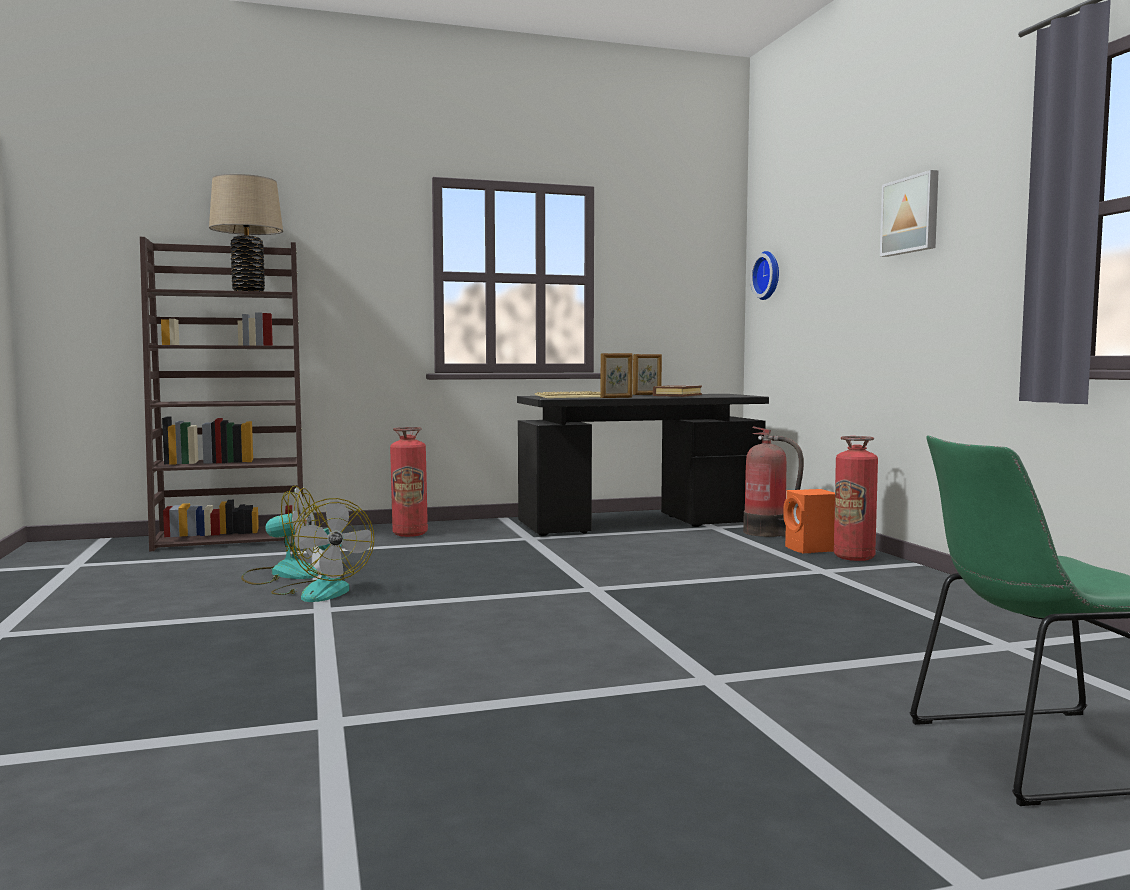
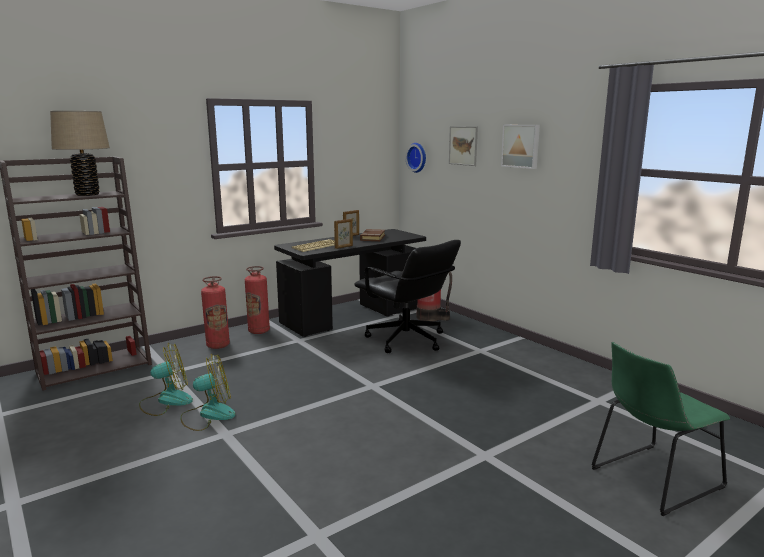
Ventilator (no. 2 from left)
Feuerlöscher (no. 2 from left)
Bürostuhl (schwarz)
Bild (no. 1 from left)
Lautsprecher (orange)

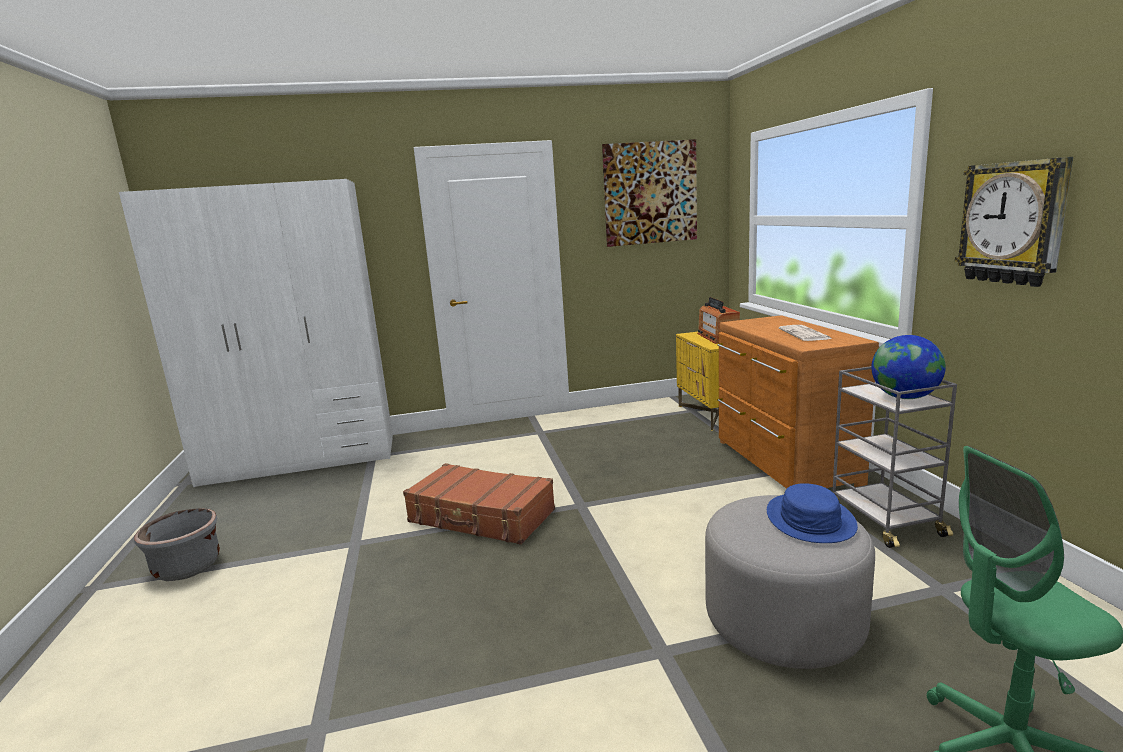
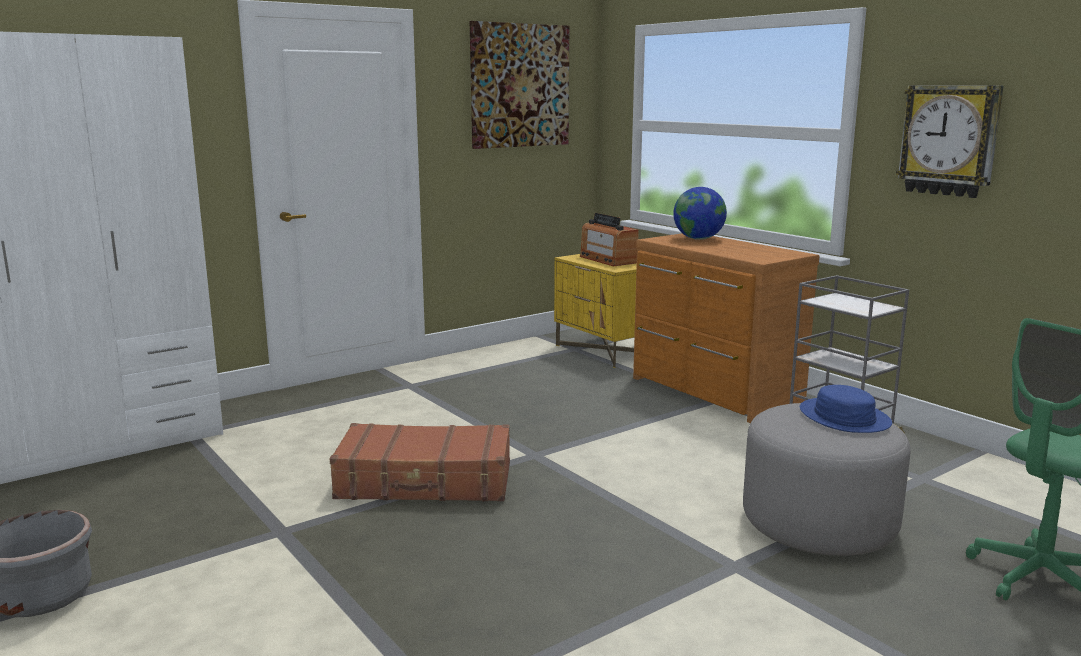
Globus
Zeitung

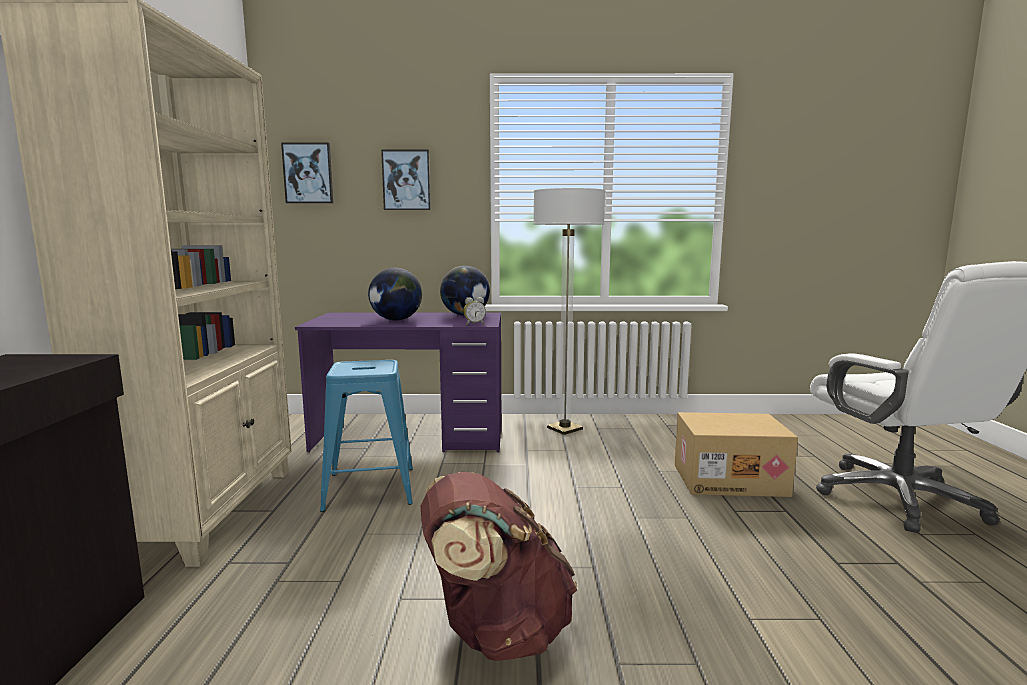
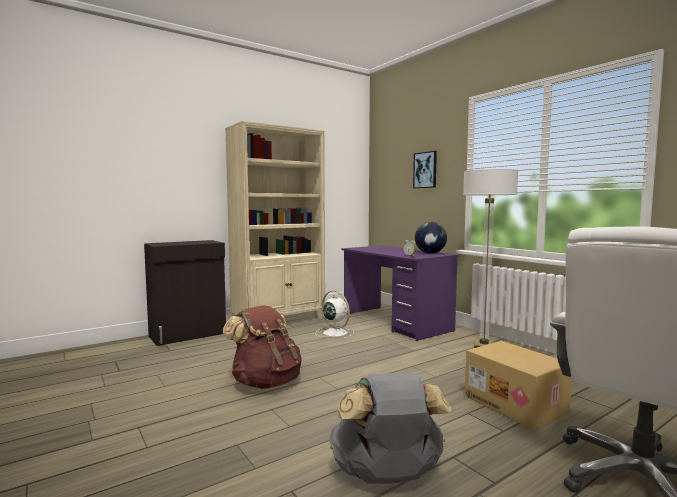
Ventilator (weiß)
Rucksack (grau)
Bild (no. 1 from left in the first image)
Globus (no. 1 from left in the first image)

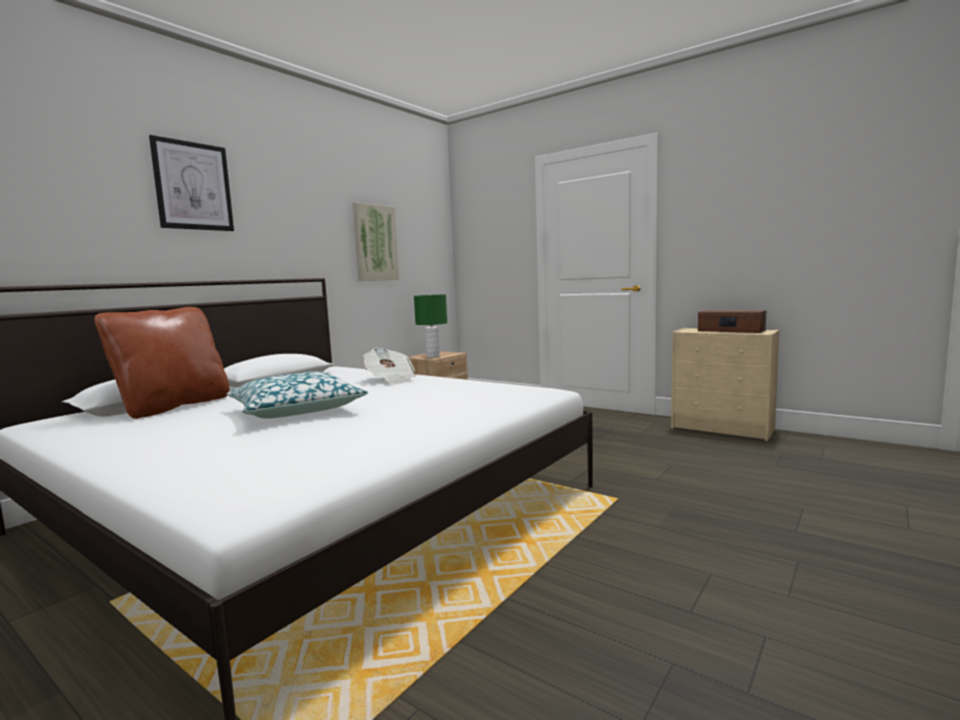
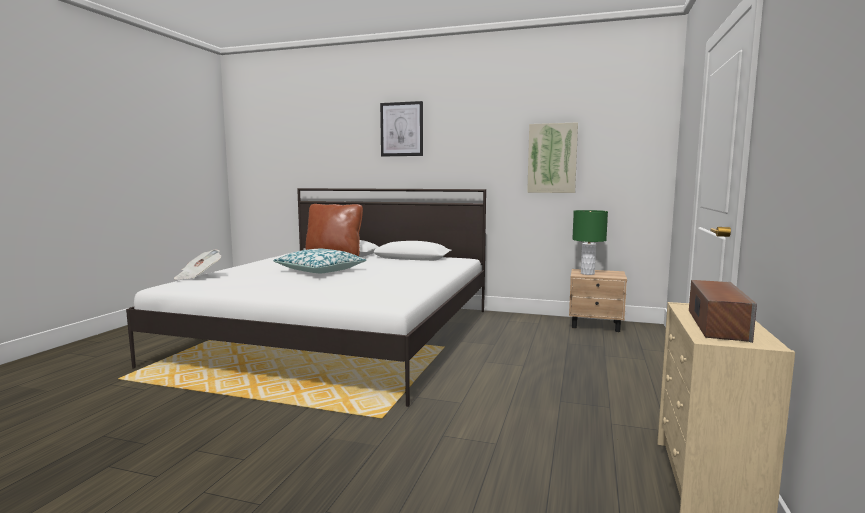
Zeitung

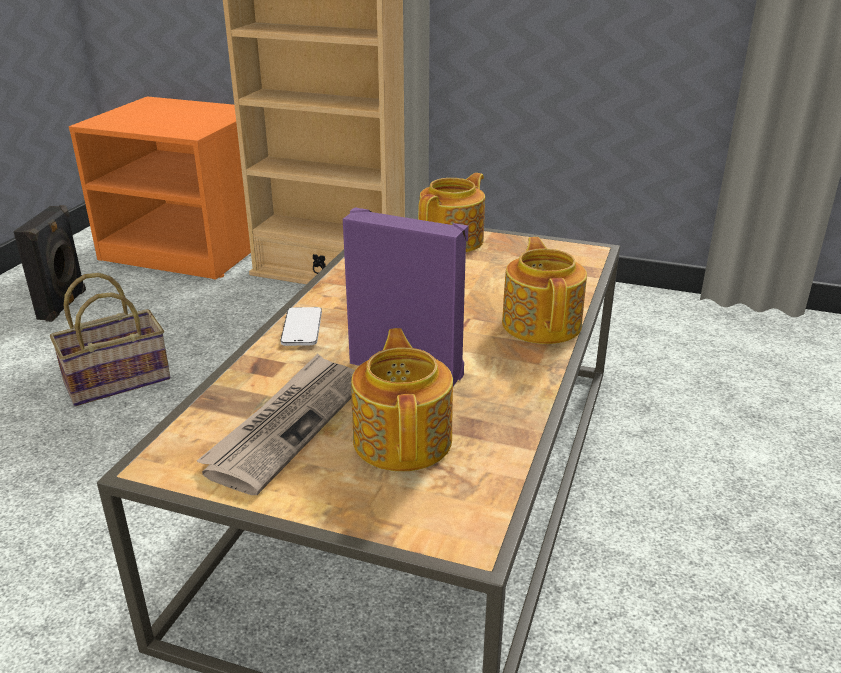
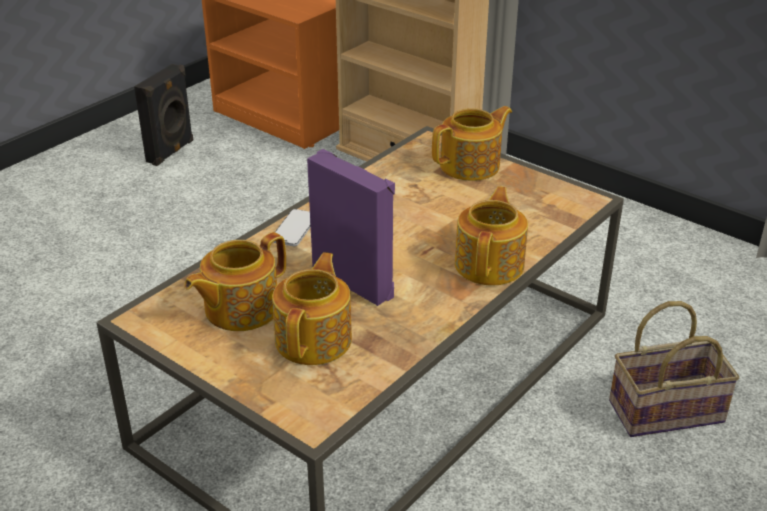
Teekanne (no. 1 from left)
Korb

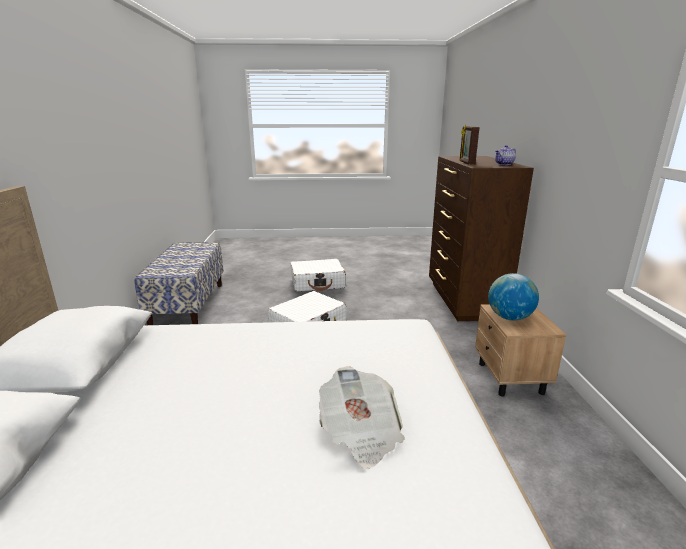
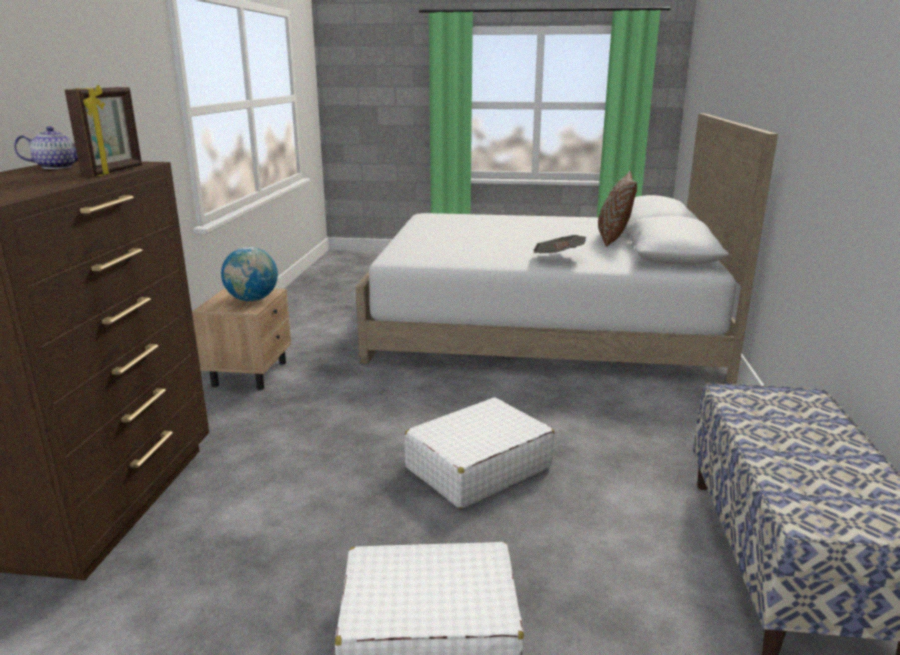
Zeitung
Kissen (braun)

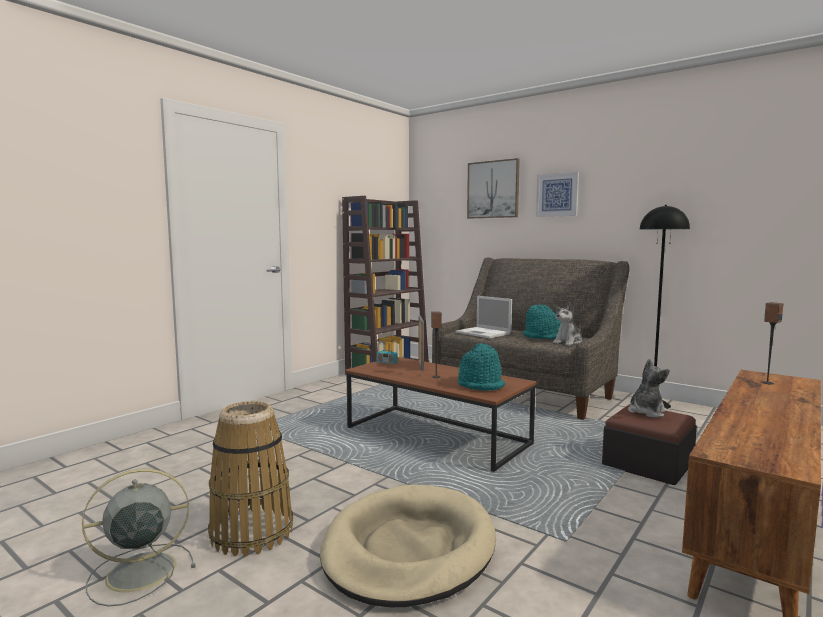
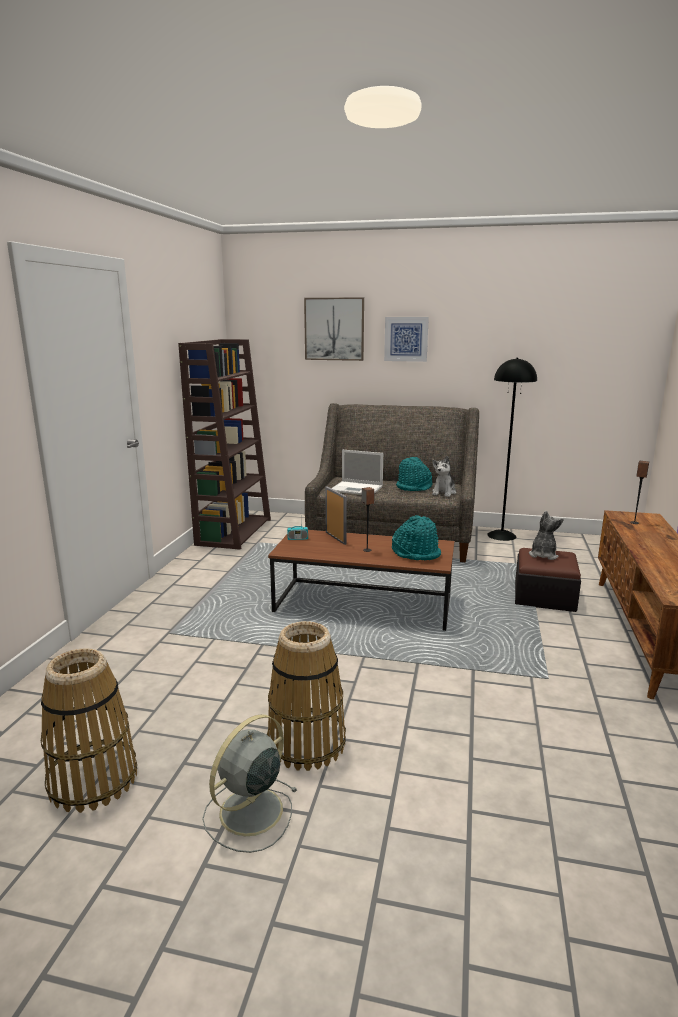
Korb (no. 1 from left)
Hundebett (beige)

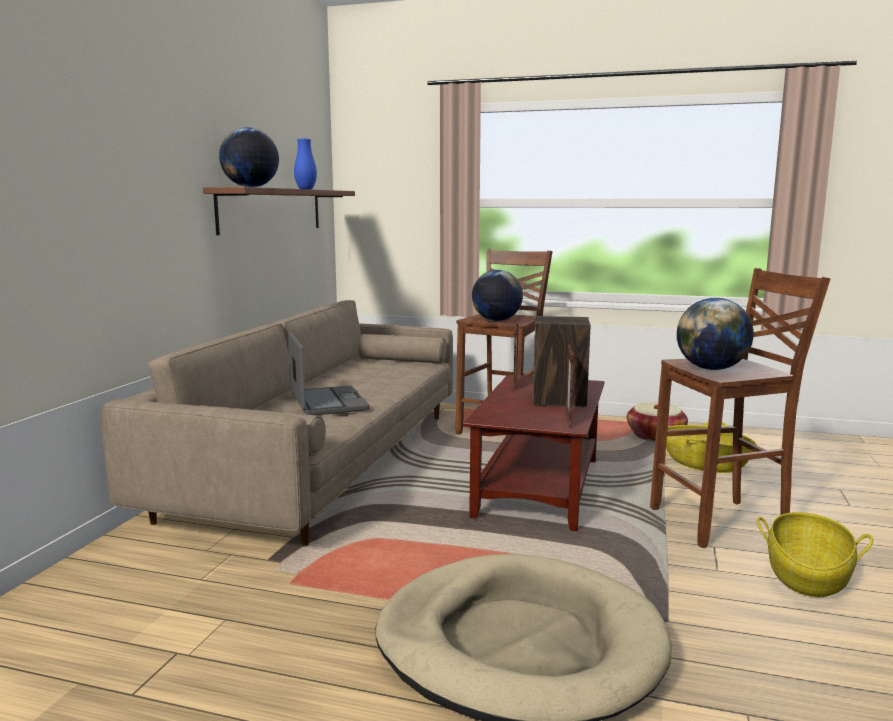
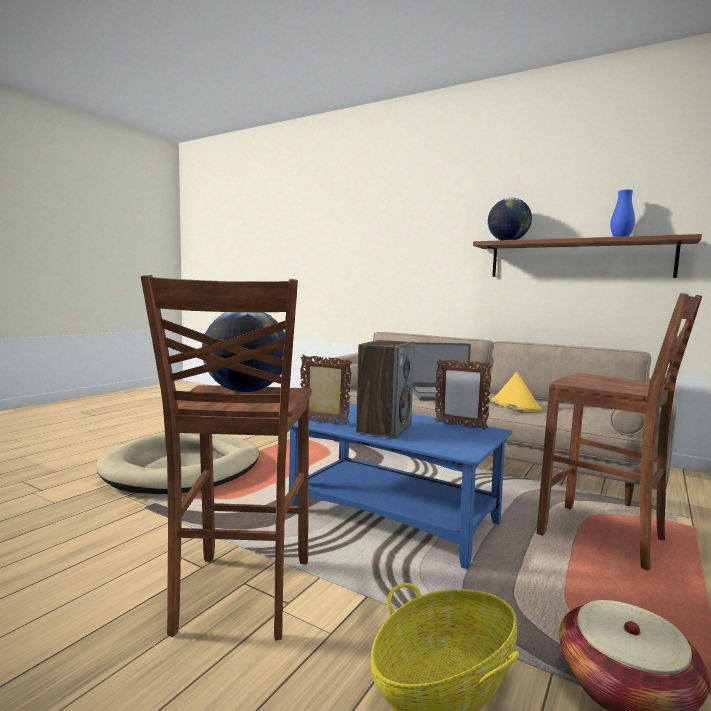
Couchtisch (blau)
Hut (gelb)
Globus (no. 2 from left in the first image)
Korb (no. 3 from left in the first image)

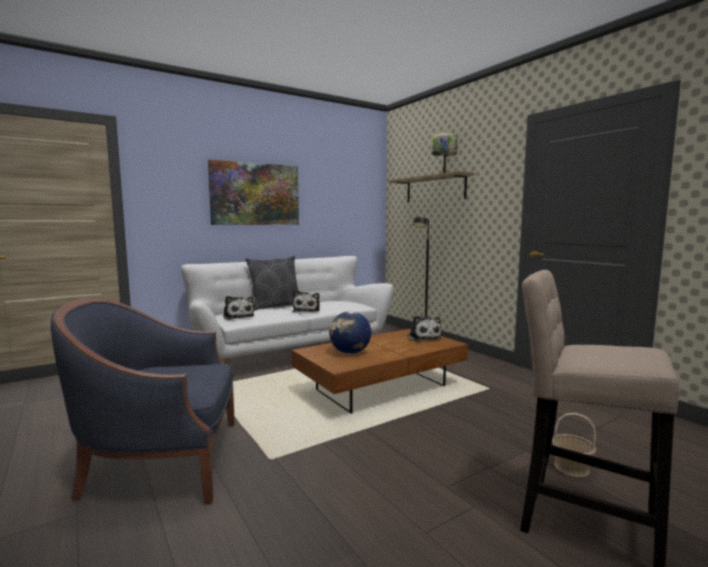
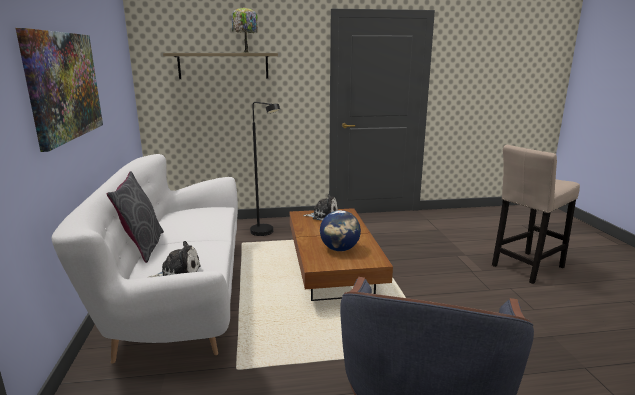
Plüschtier (no. 2 from left in the first image)
Korb

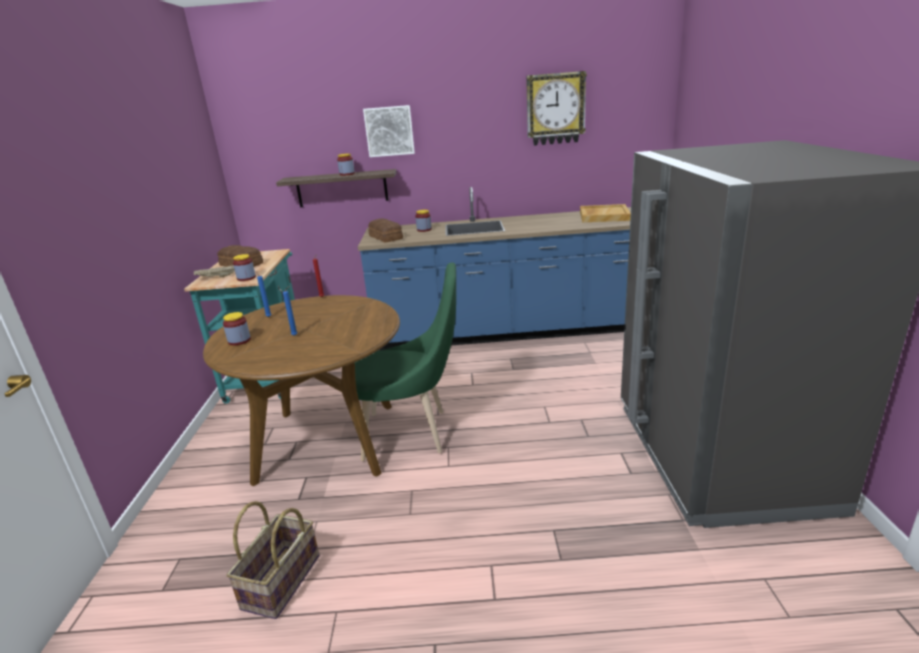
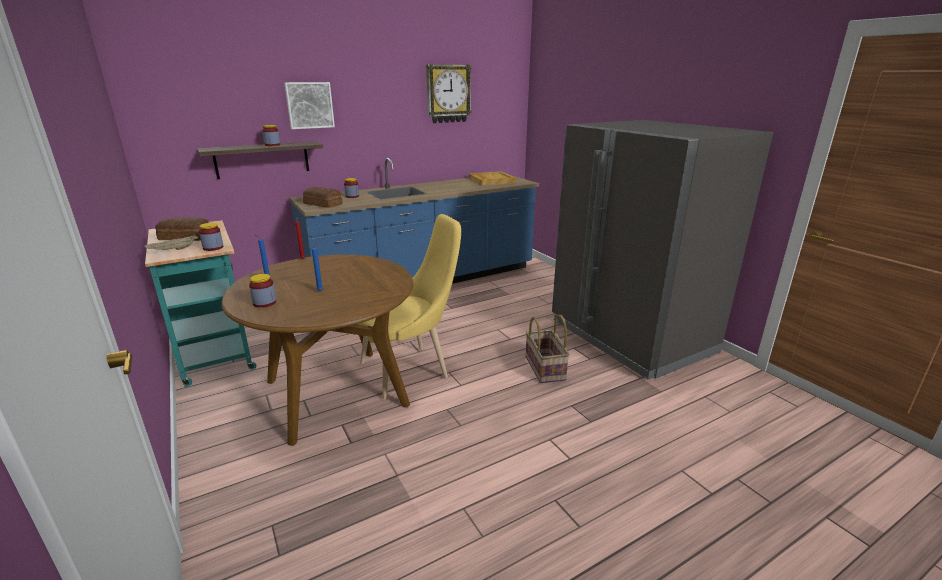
Stuhl (gelb)
Korb

